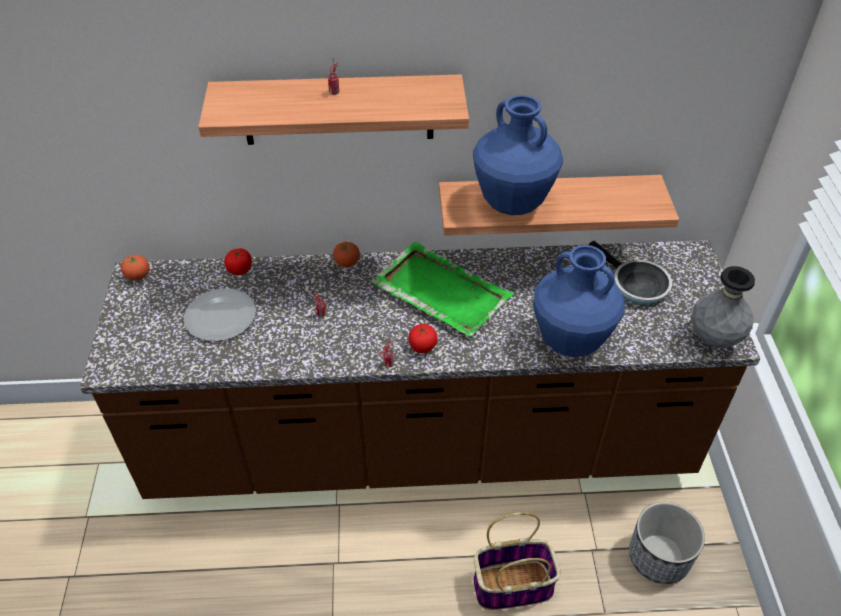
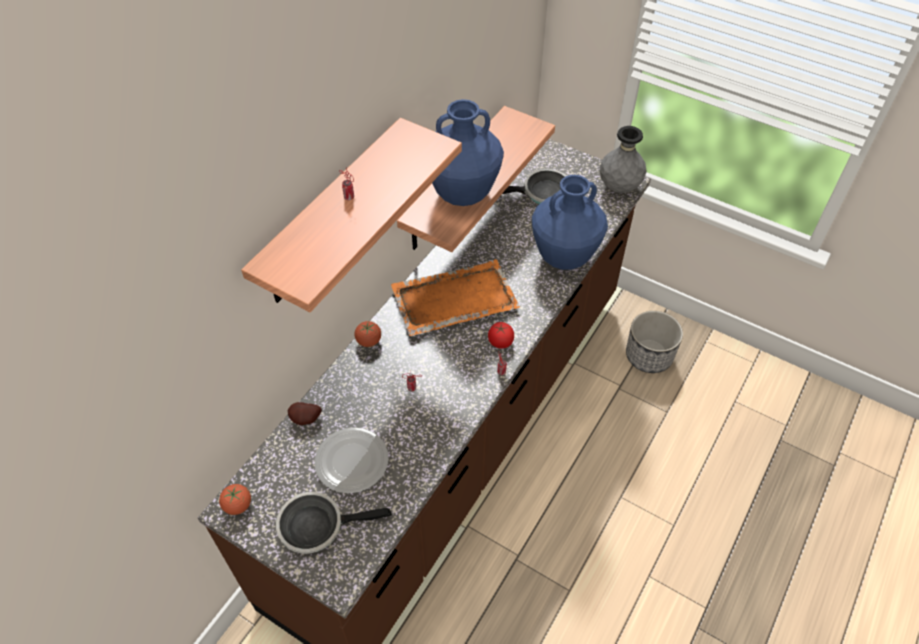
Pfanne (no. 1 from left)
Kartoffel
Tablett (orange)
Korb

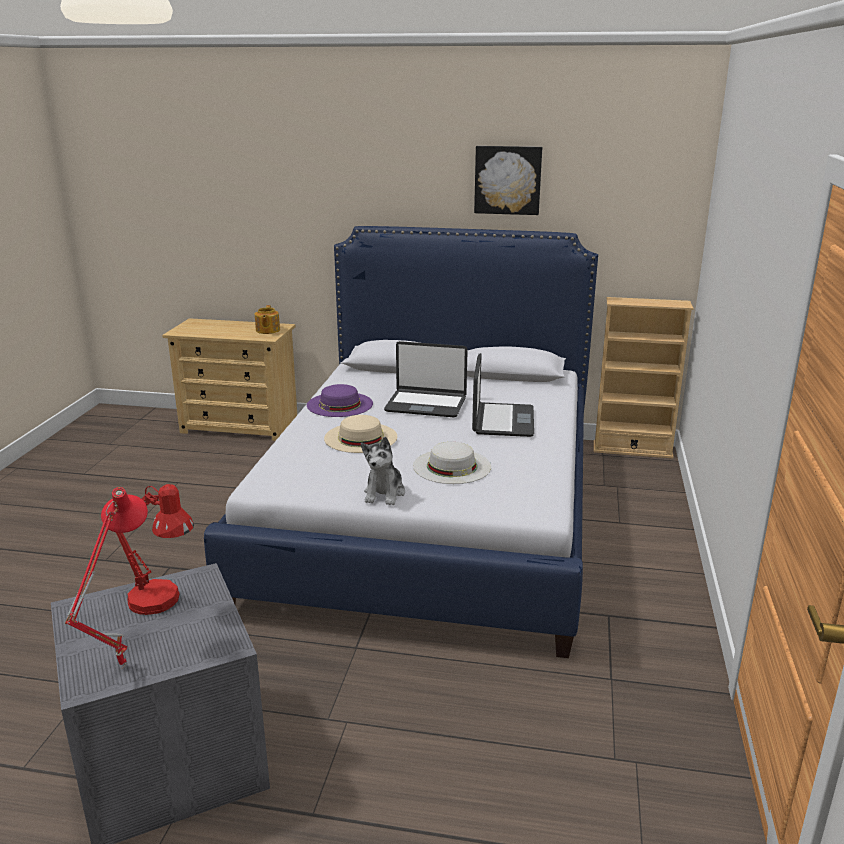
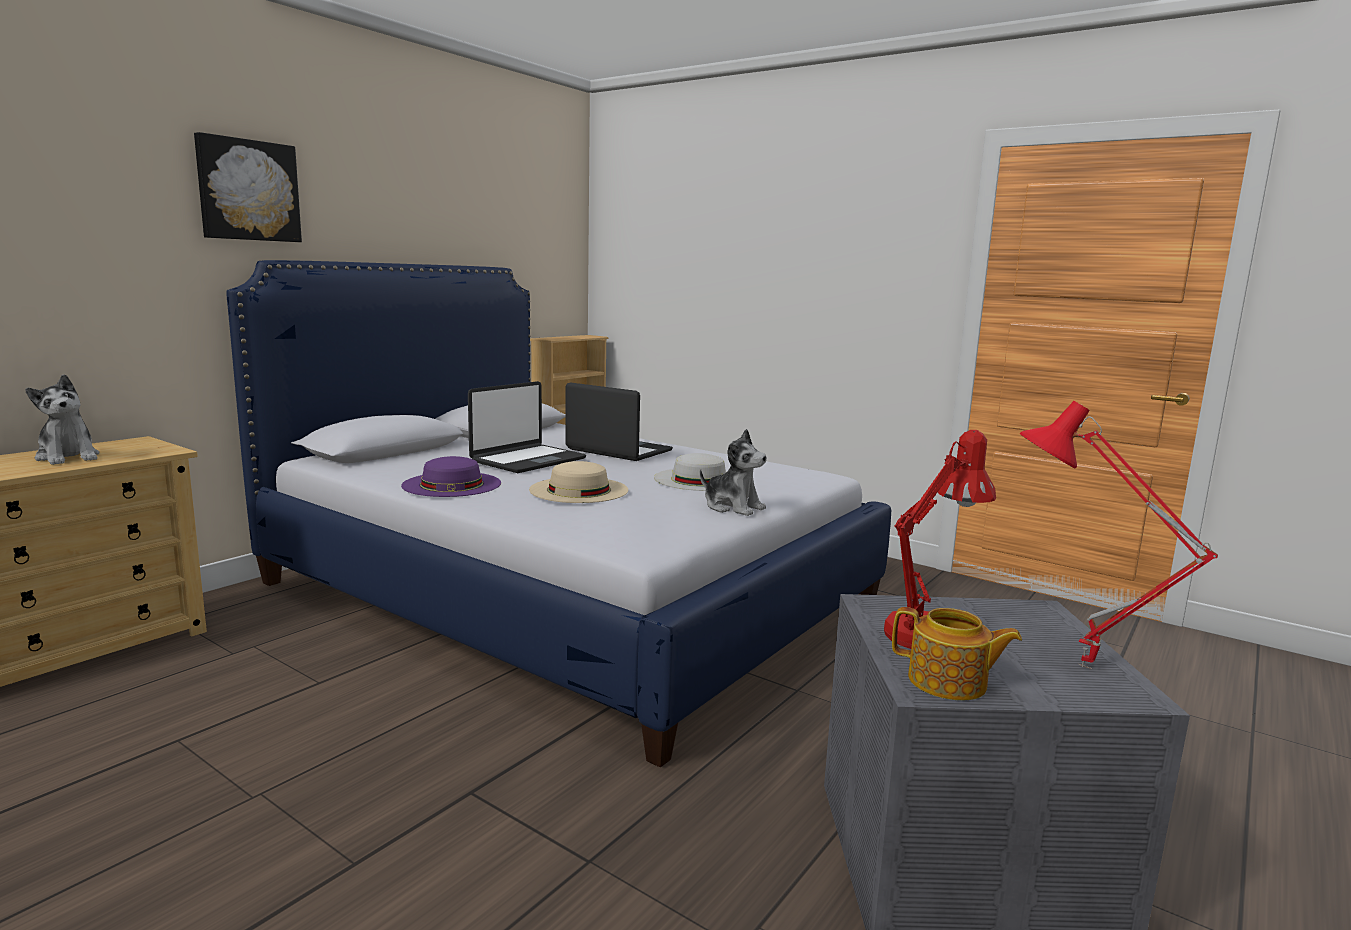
Plüschtier (no. 1 from left)
Bild
Teekanne

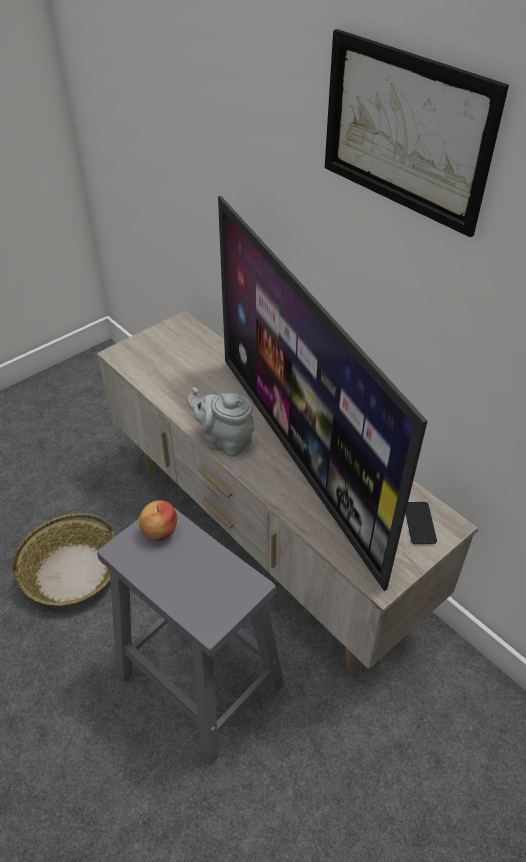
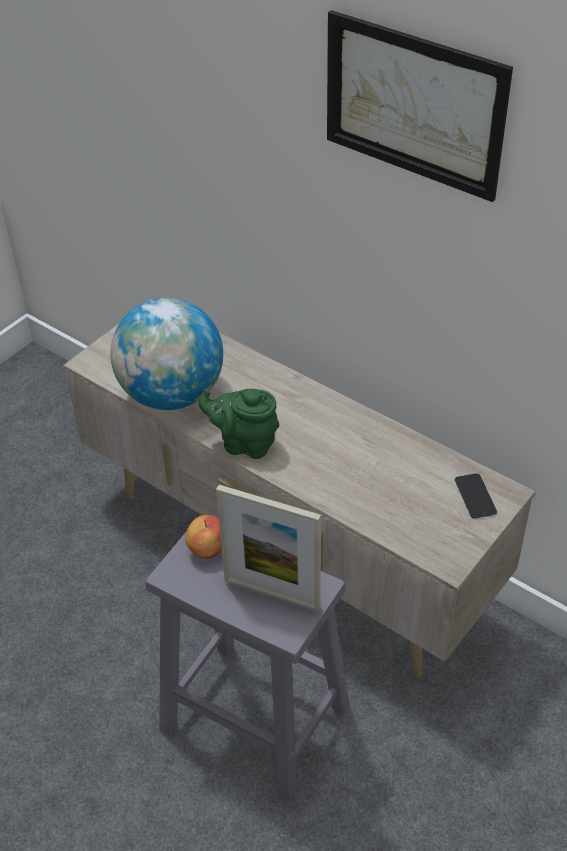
Globus
Teekanne (grün)
Bilderrahmen
Korb
Fernseher

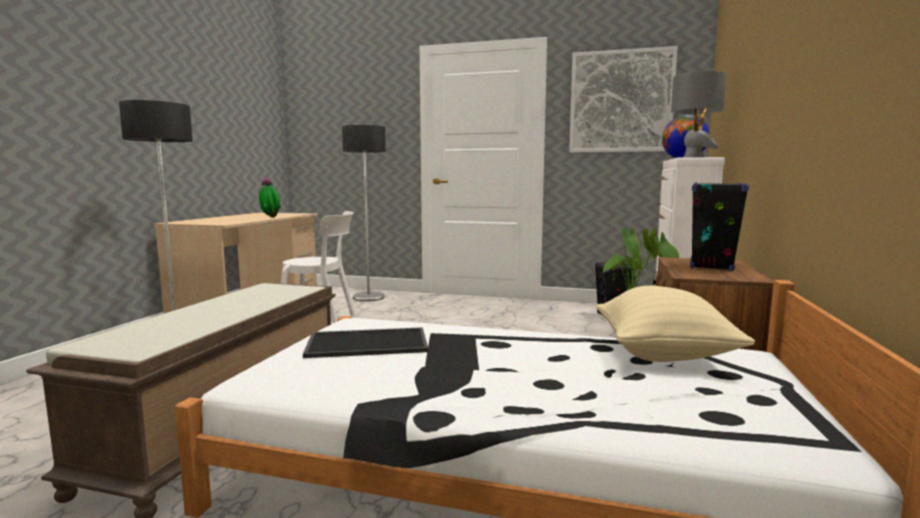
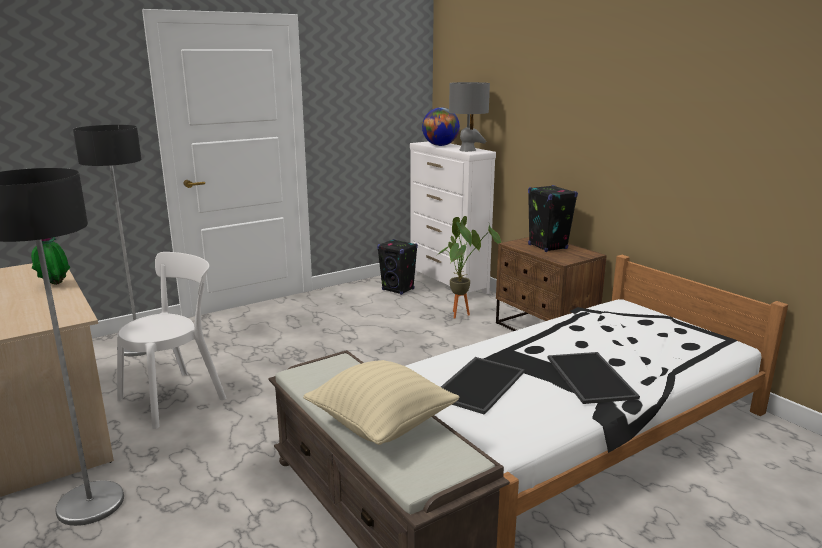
Kissen (beige)
Tablett (no. 2 from left)
Bild

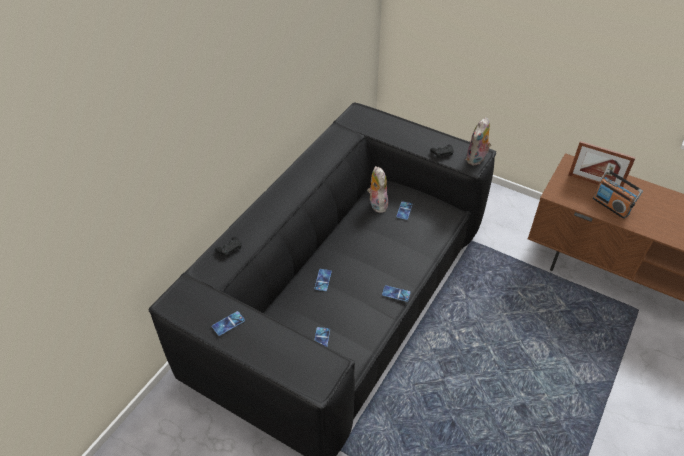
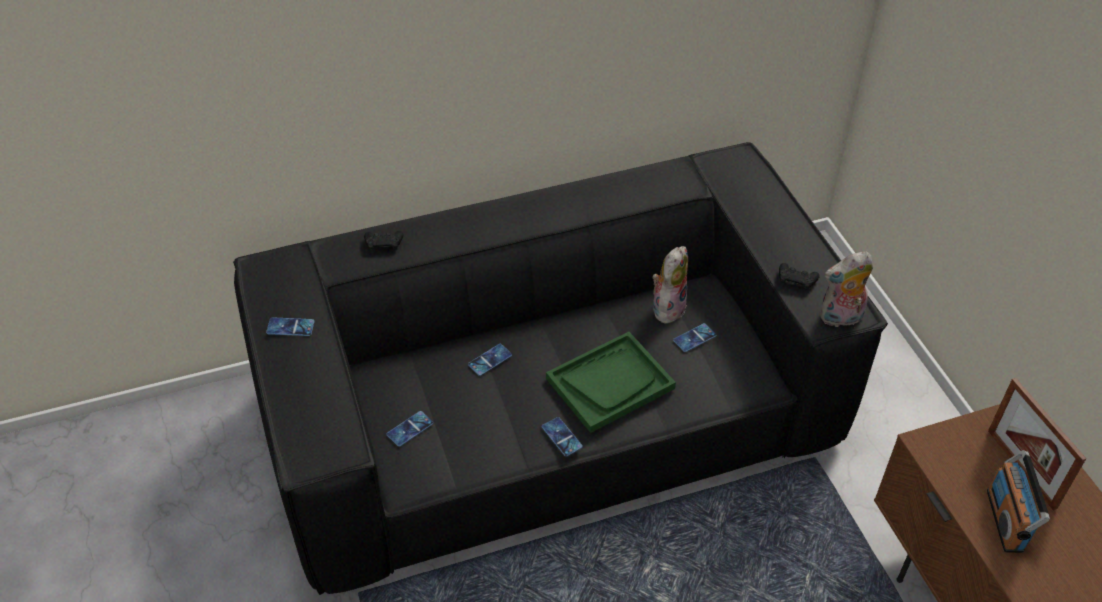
Tablett (grün)

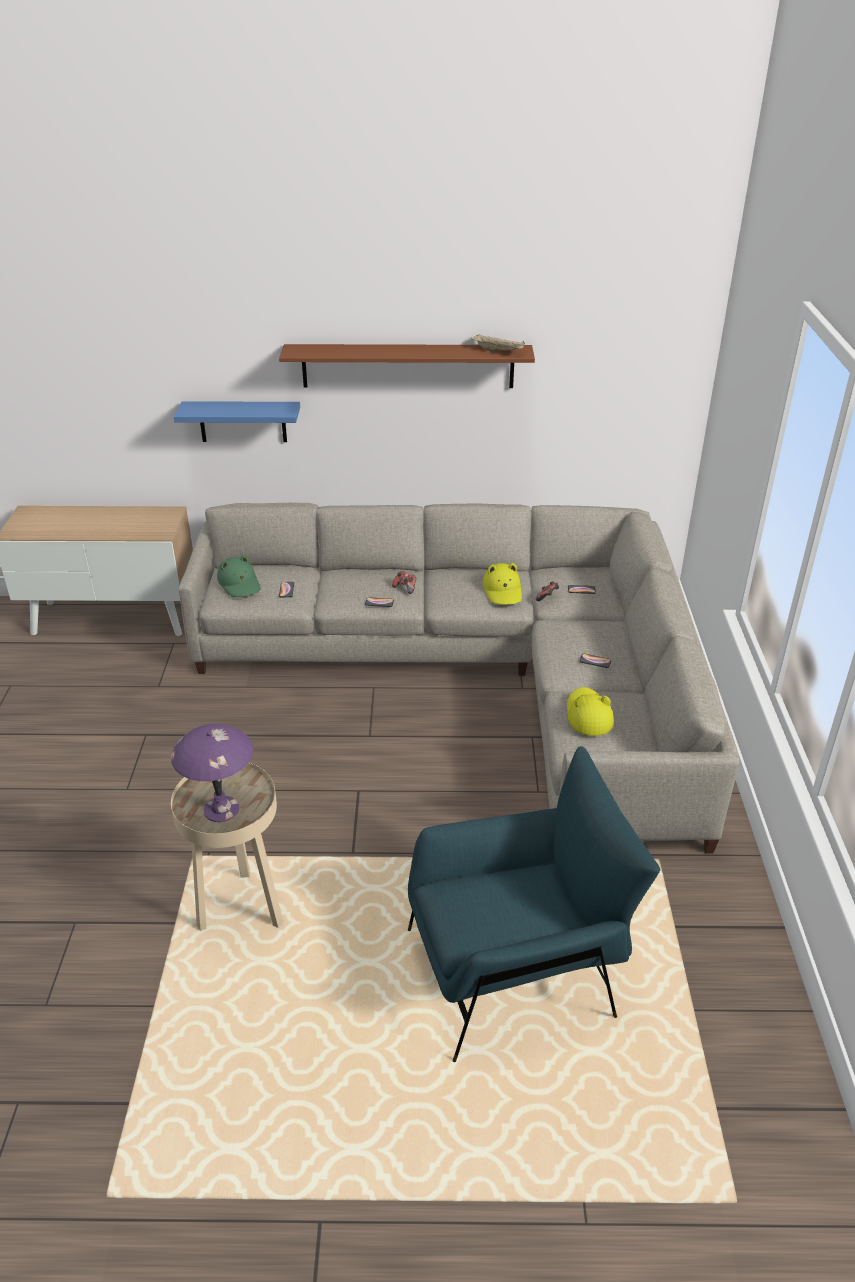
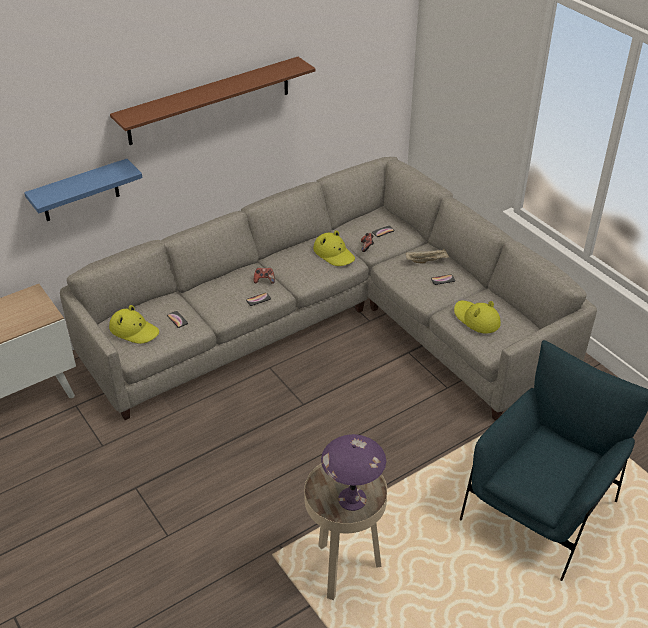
Hut (gelb) (no. 1 from left)
Tablett (beige)

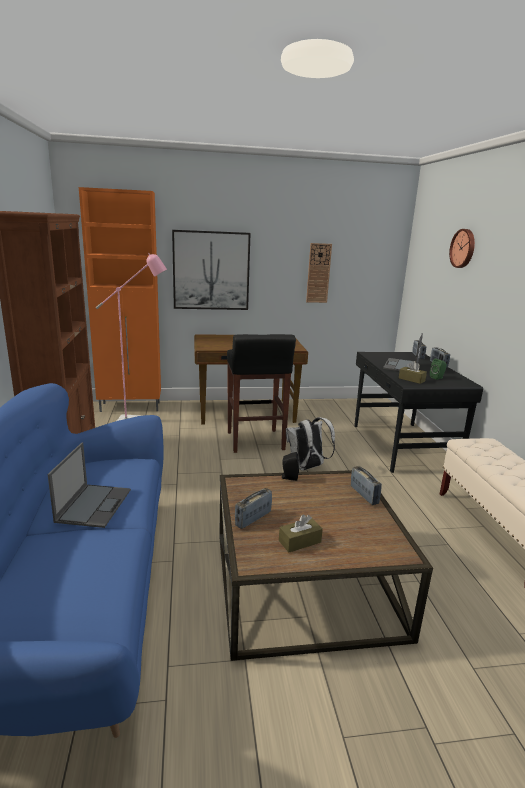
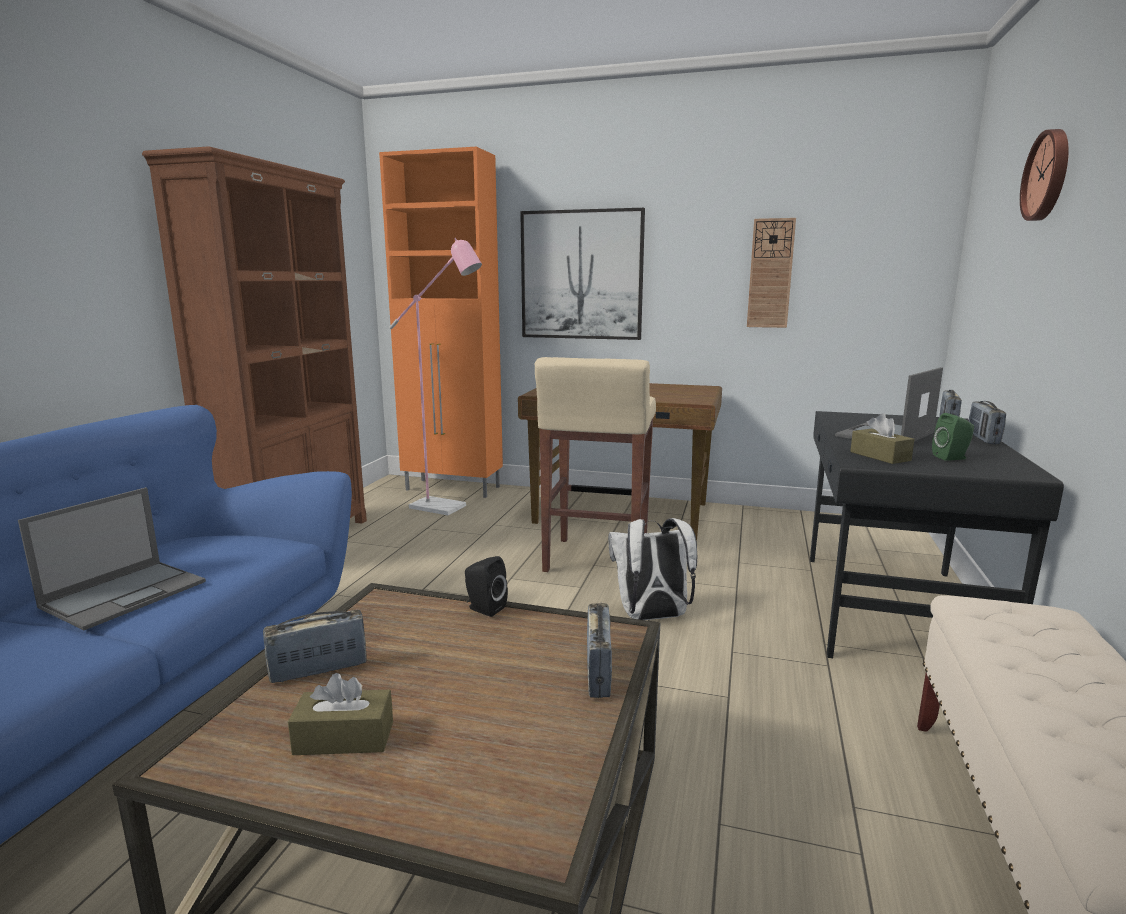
Hocker (beige)

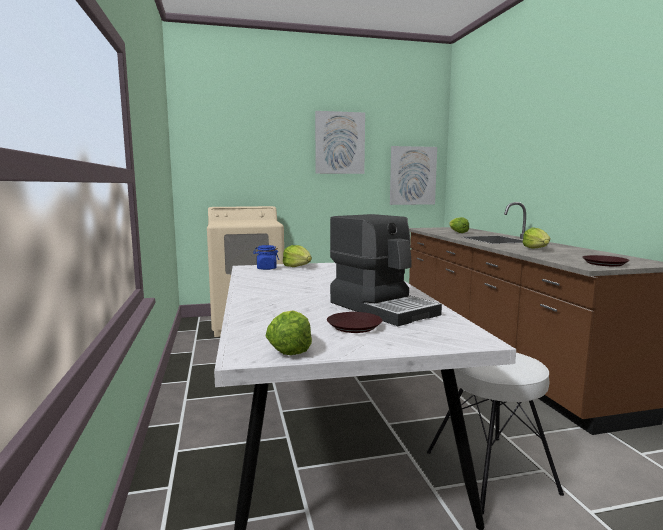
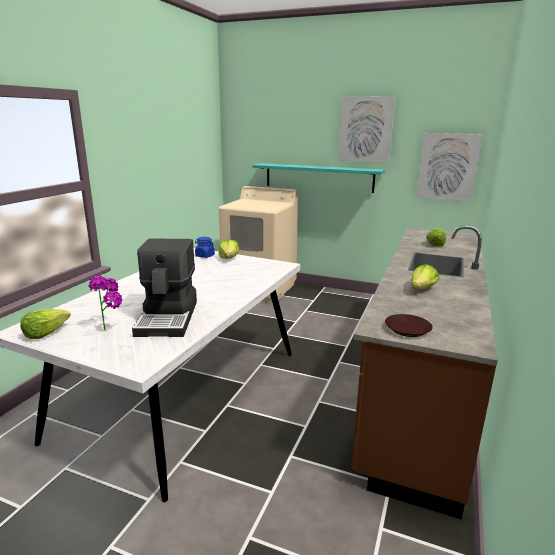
Topfpflanze
Wandregal (türkis)
Hocker (weiß)

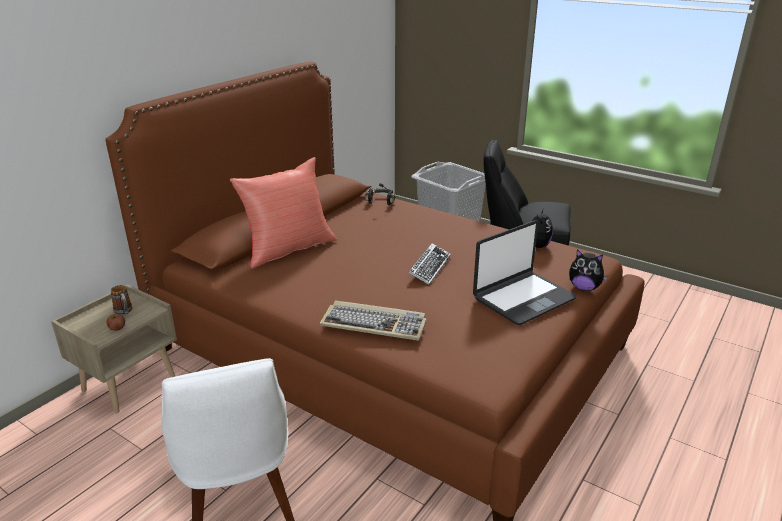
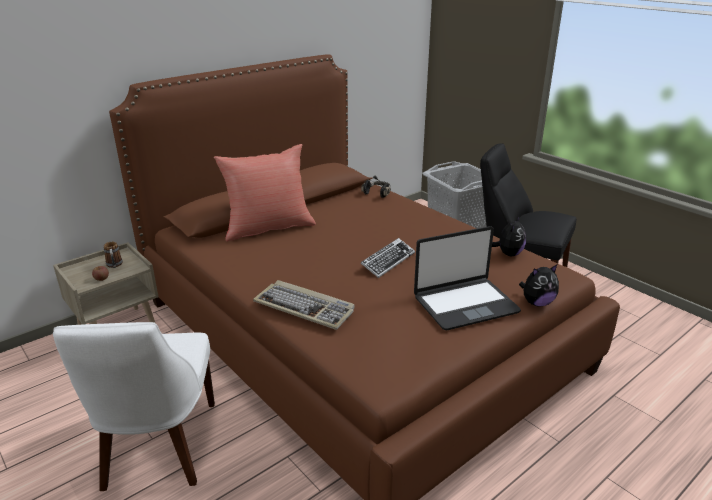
Plüschtier (no. 2 from left)

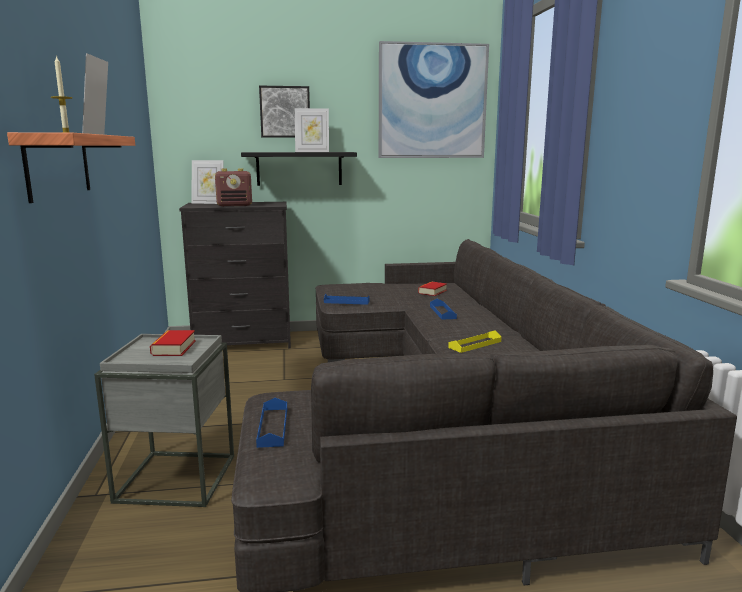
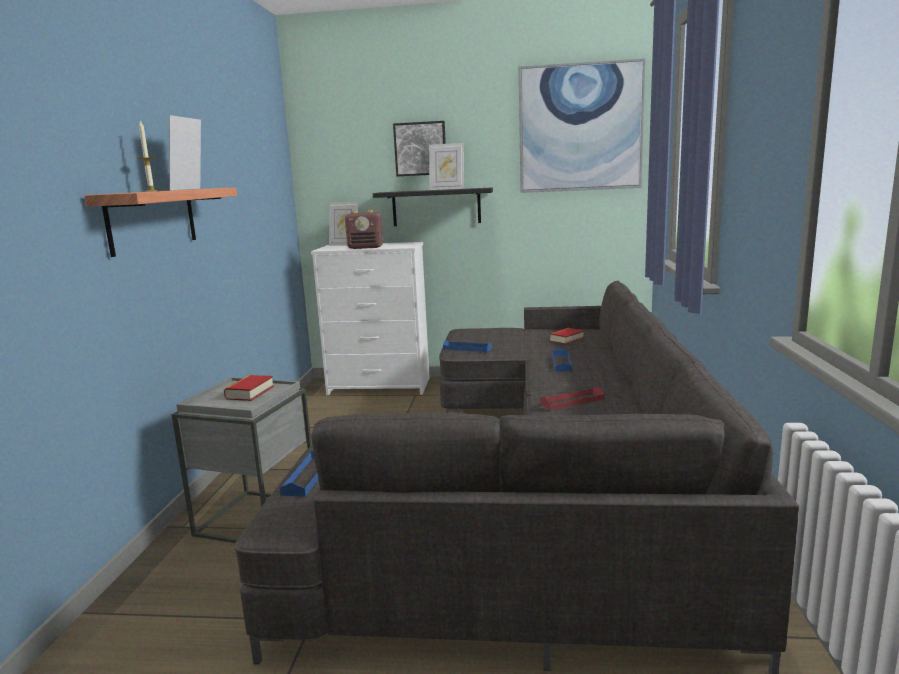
Kommode (weiß)
Tablett (rot)

